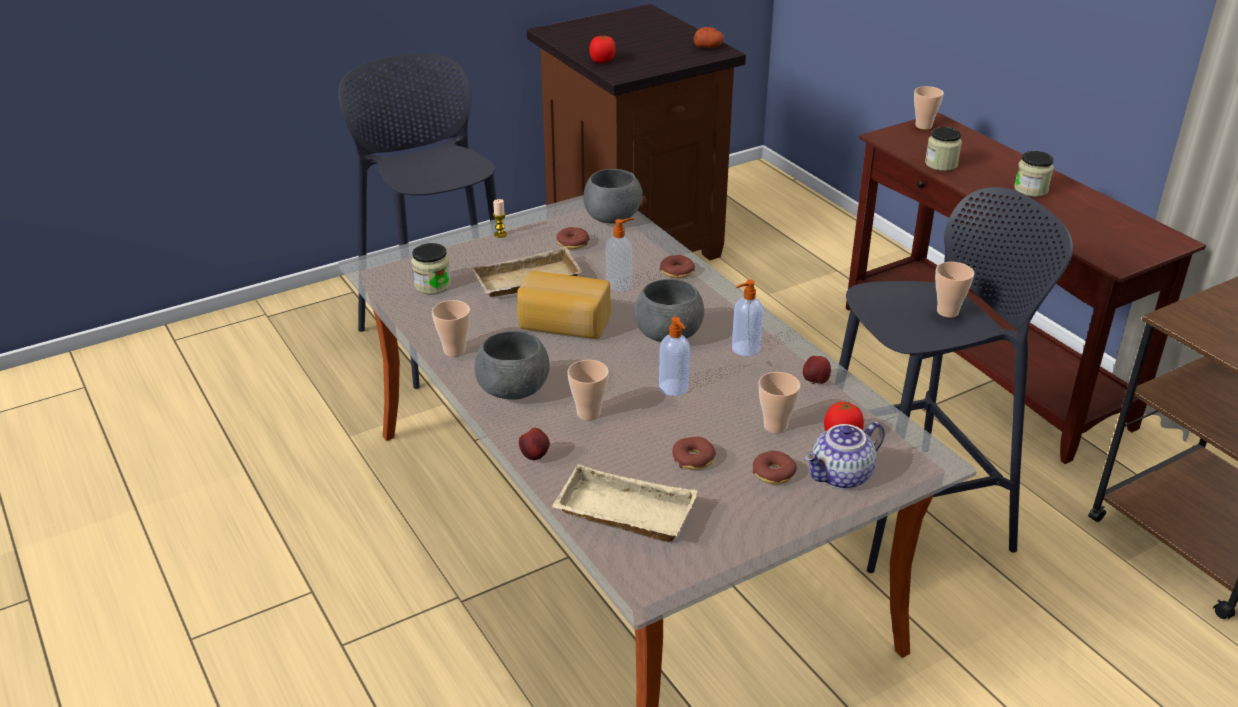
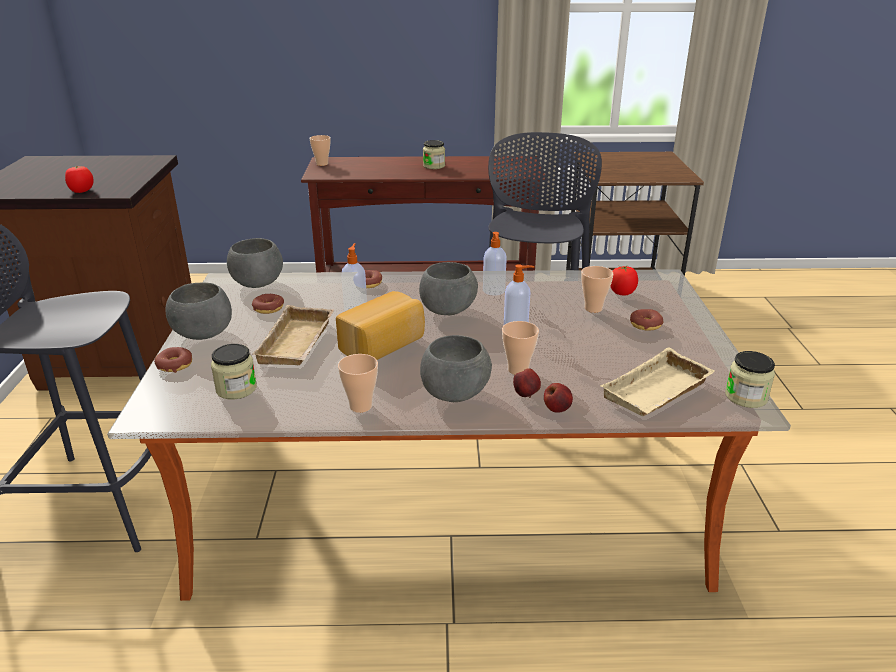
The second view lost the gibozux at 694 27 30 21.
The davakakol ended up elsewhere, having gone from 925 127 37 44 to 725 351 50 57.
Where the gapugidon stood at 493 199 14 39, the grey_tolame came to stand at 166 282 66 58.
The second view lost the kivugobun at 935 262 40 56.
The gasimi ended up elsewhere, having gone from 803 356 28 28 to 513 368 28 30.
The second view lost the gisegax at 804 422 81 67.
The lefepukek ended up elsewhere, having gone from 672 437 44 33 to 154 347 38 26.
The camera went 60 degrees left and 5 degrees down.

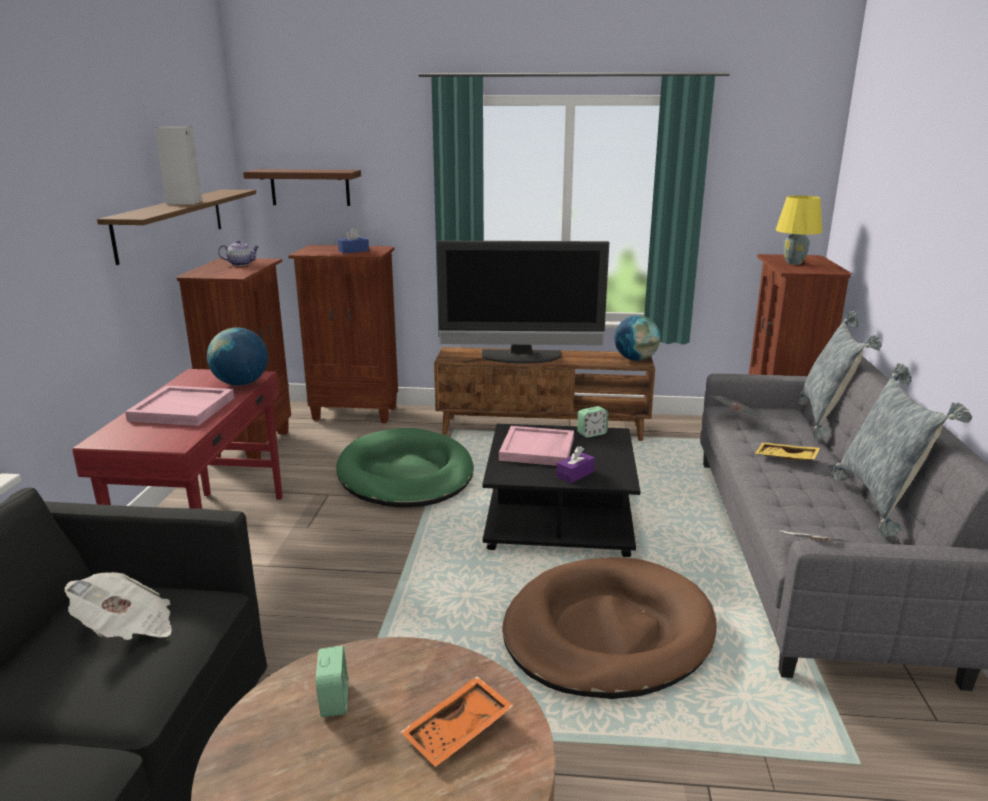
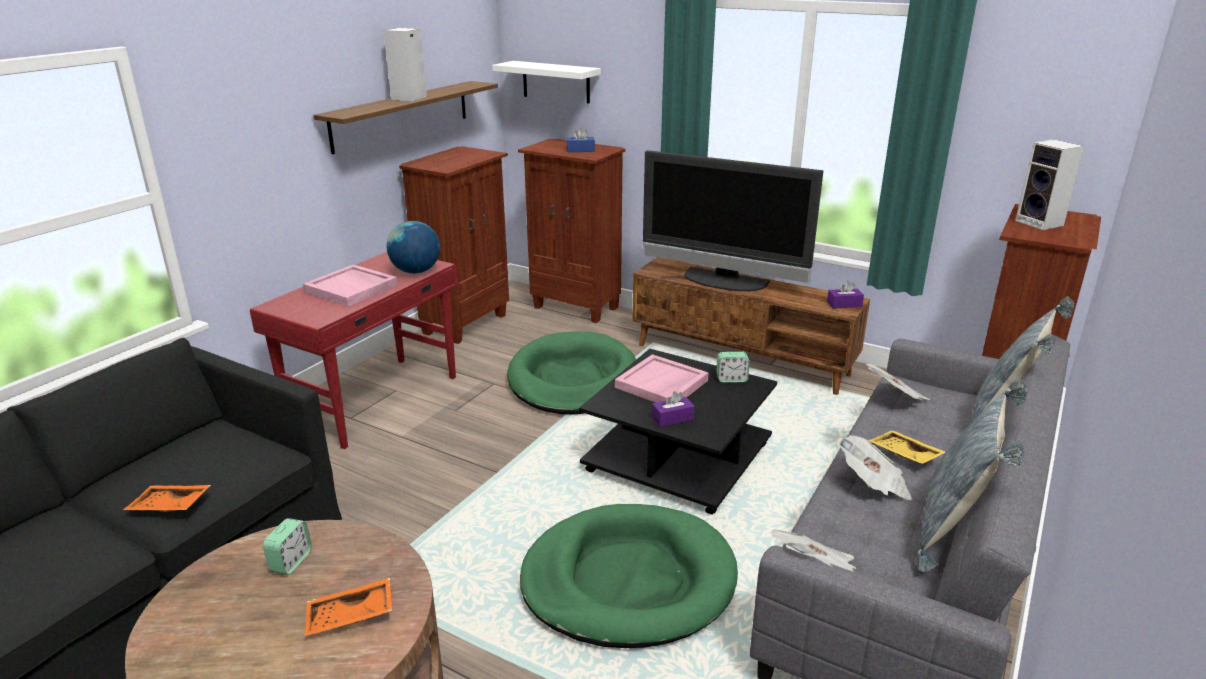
What was the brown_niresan at 243 169 118 37 turned into the white_niresan at 492 61 109 43.
Where the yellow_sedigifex stood at 776 195 46 70, the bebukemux came to stand at 1015 139 69 91.
The second view lost the gisegax at 218 240 42 26.
Where the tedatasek stood at 614 315 46 46, the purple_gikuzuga came to stand at 827 281 37 28.
What was the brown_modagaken at 502 557 215 142 turned into the green_modagaken at 520 504 218 144.
The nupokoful ended up elsewhere, having gone from 65 572 107 68 to 838 435 74 65.
The second view gained the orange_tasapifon at 123 485 88 27.
The camera went 25 degrees right and 5 degrees up.

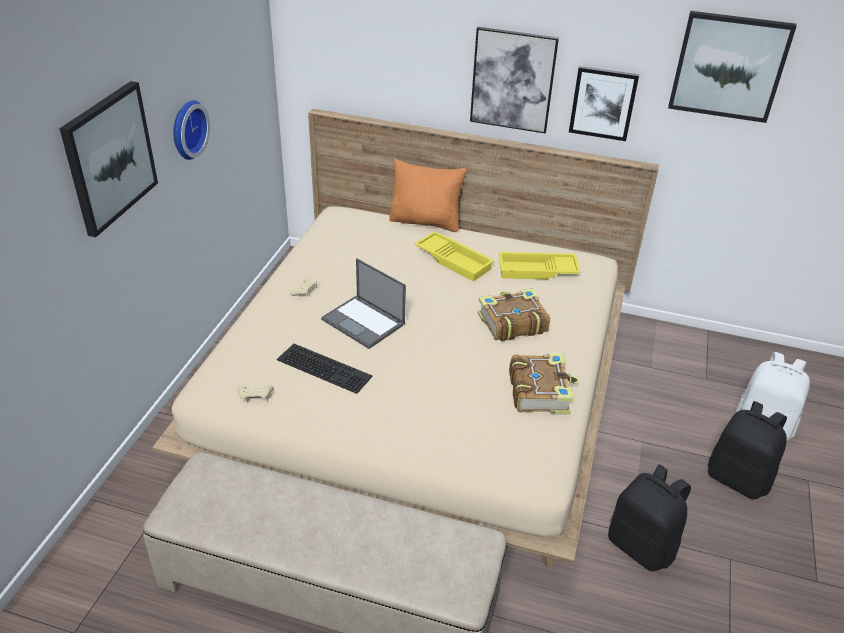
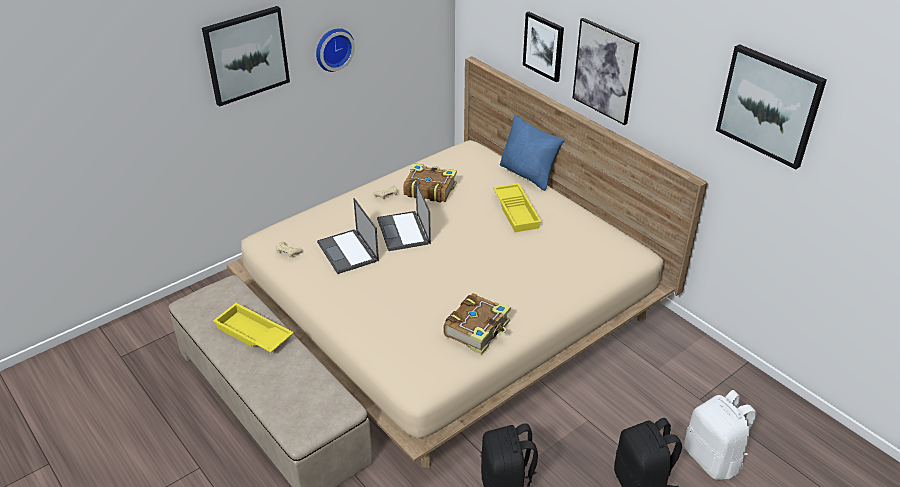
The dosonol ended up elsewhere, having gone from 569 66 70 75 to 523 12 41 70.
What was the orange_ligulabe at 389 159 78 73 turned into the blue_ligulabe at 500 115 64 76.
The yellow_tasapifon ended up elsewhere, having gone from 499 252 81 27 to 213 303 81 50.
The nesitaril ended up elsewhere, having gone from 478 288 72 53 to 403 163 54 40.
Where the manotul stood at 277 344 96 50, the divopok came to stand at 317 198 62 76.
The camera went 35 degrees right and 0 degrees up.

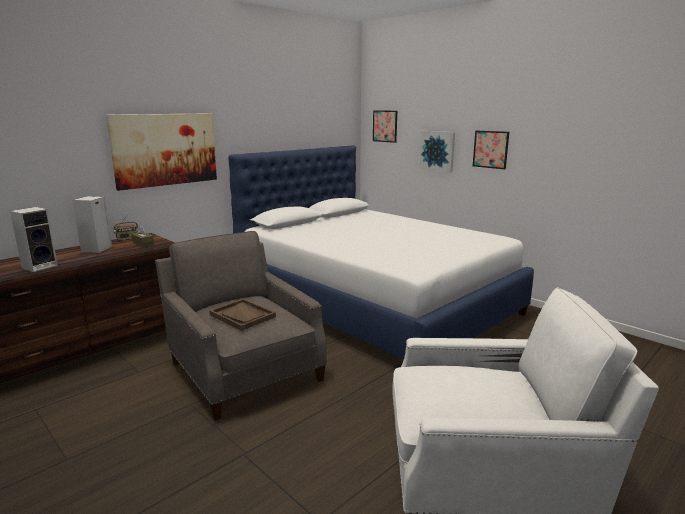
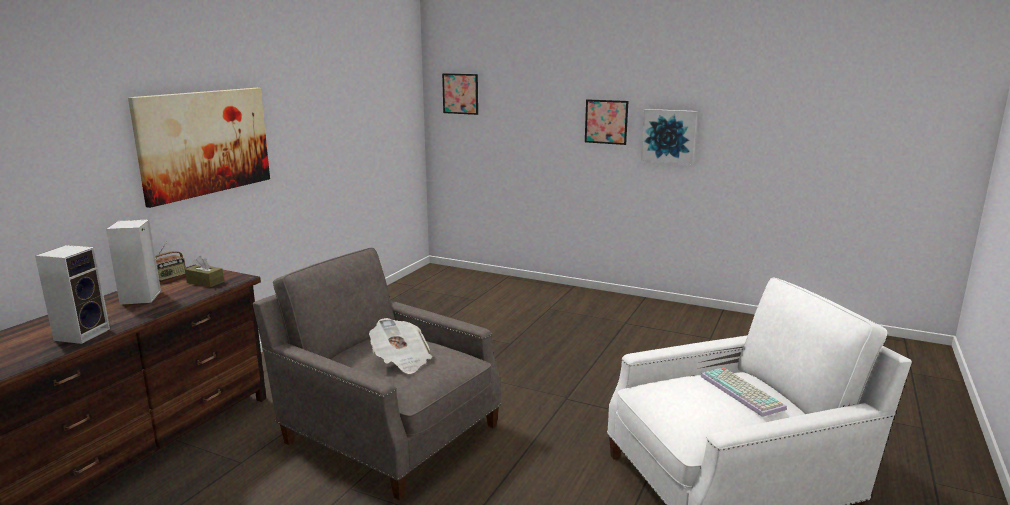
The dosonol ended up elsewhere, having gone from 419 131 36 41 to 641 109 56 55.
The second view lost the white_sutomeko at 228 145 306 214.
Where the brown_tasapifon stood at 209 299 67 32, the nupokoful came to stand at 369 318 63 56.
The second view gained the manotul at 700 367 87 50.
The camera went 20 degrees left and 0 degrees up.

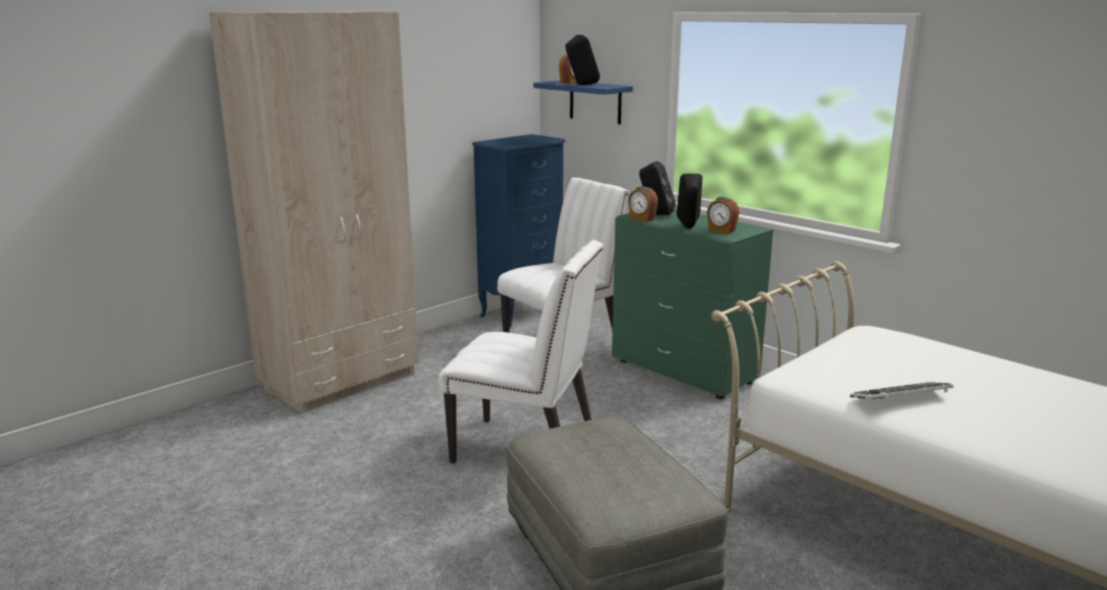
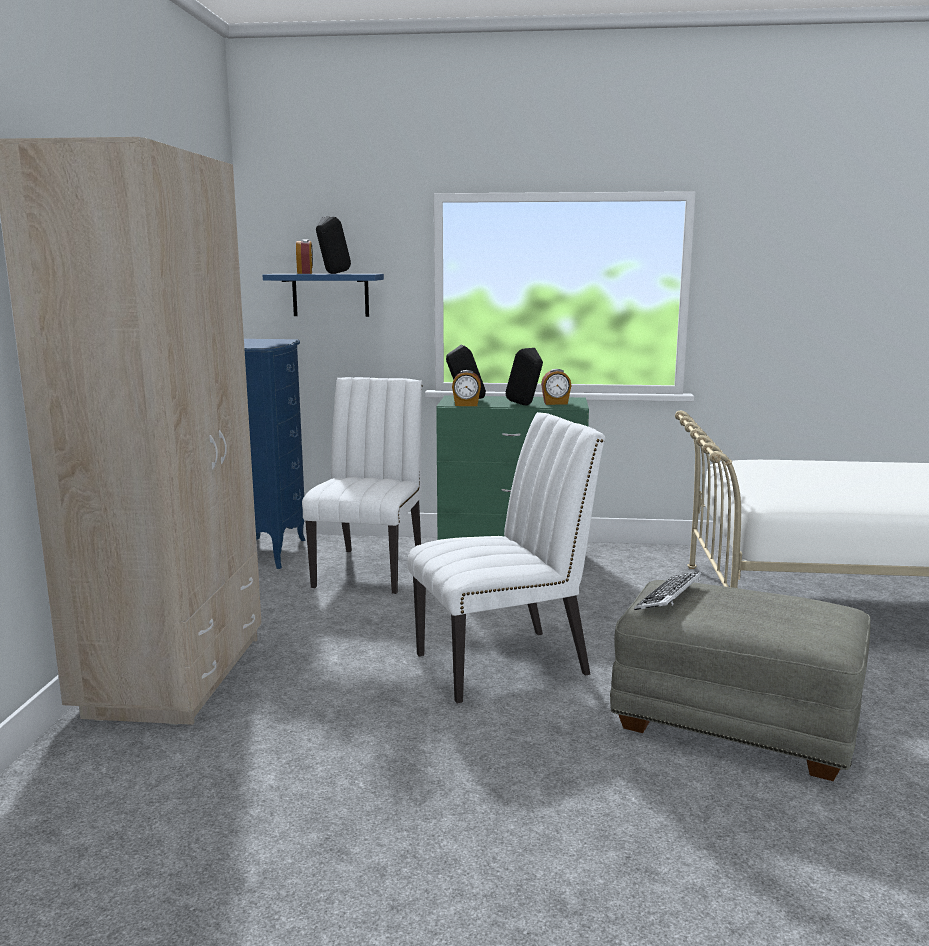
The manotul ended up elsewhere, having gone from 850 382 103 20 to 634 571 68 39.
The camera went 40 degrees left and 5 degrees down.

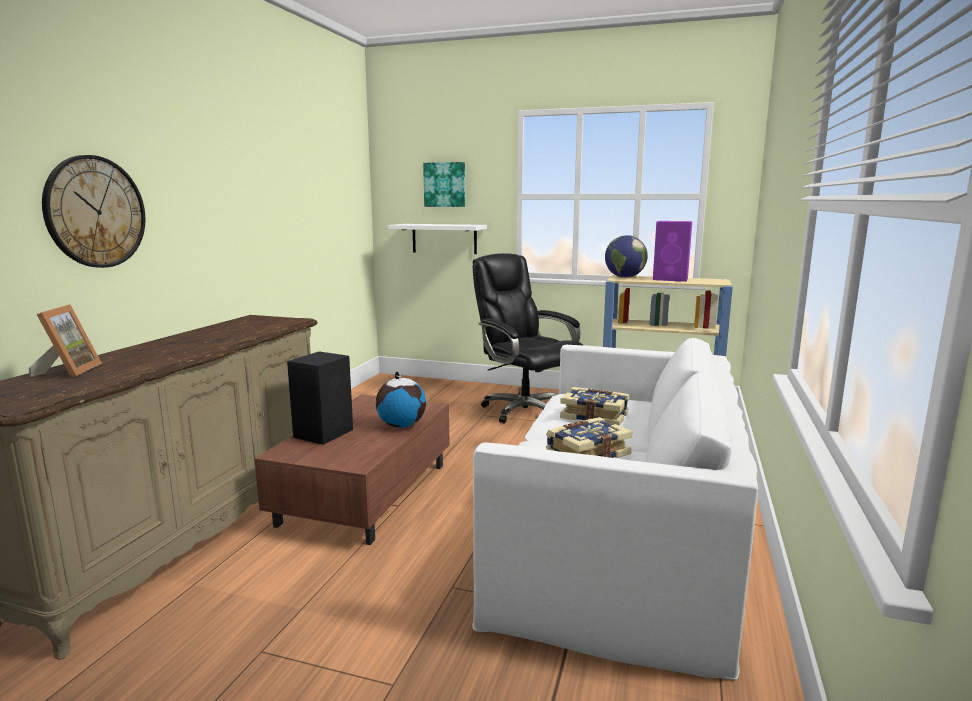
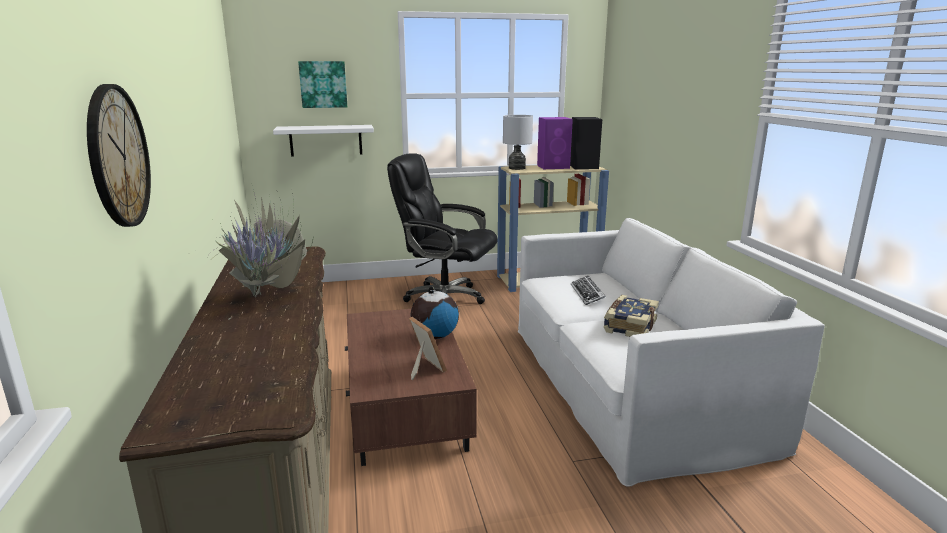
Where the tedatasek stood at 605 235 43 43, the grey_sedigifex came to stand at 503 115 30 55.
The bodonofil ended up elsewhere, having gone from 29 304 73 74 to 409 317 38 63.
The black_bebukemux ended up elsewhere, having gone from 287 351 66 94 to 570 117 32 52.
Where the nesitaril stood at 560 387 69 39, the manotul came to stand at 571 276 35 29.
The second view gained the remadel at 213 185 100 136.
The camera went 30 degrees left and 5 degrees up.

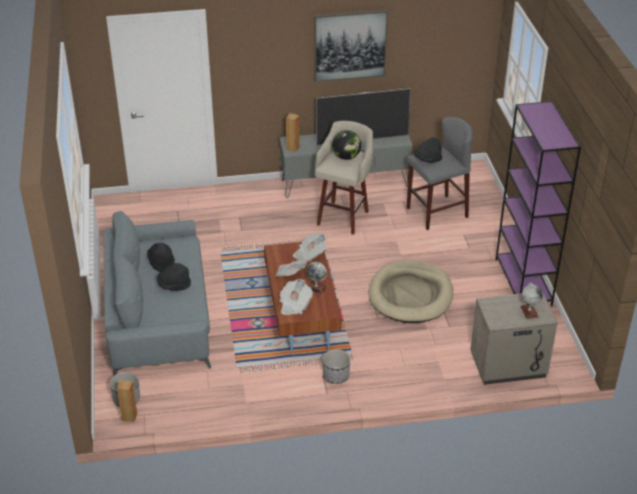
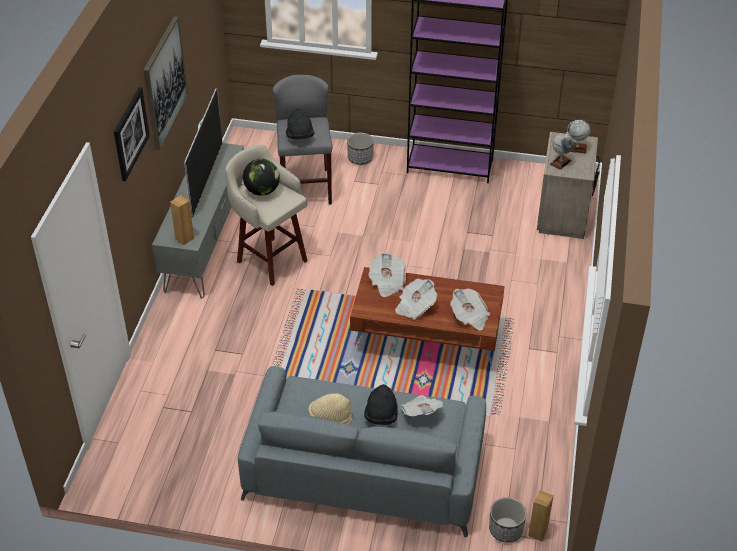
What was the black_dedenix at 147 243 28 29 turned into the beige_dedenix at 308 393 45 32.
The second view lost the beige_modagaken at 369 260 84 63.
The tedatasek ended up elsewhere, having gone from 306 262 21 32 to 550 132 24 38.
The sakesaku ended up elsewhere, having gone from 322 349 28 35 to 347 133 27 32.
The second view gained the dosonol at 114 87 36 94.
The second view gained the nupokoful at 401 395 42 21.
The camera went 70 degrees left and 5 degrees up.

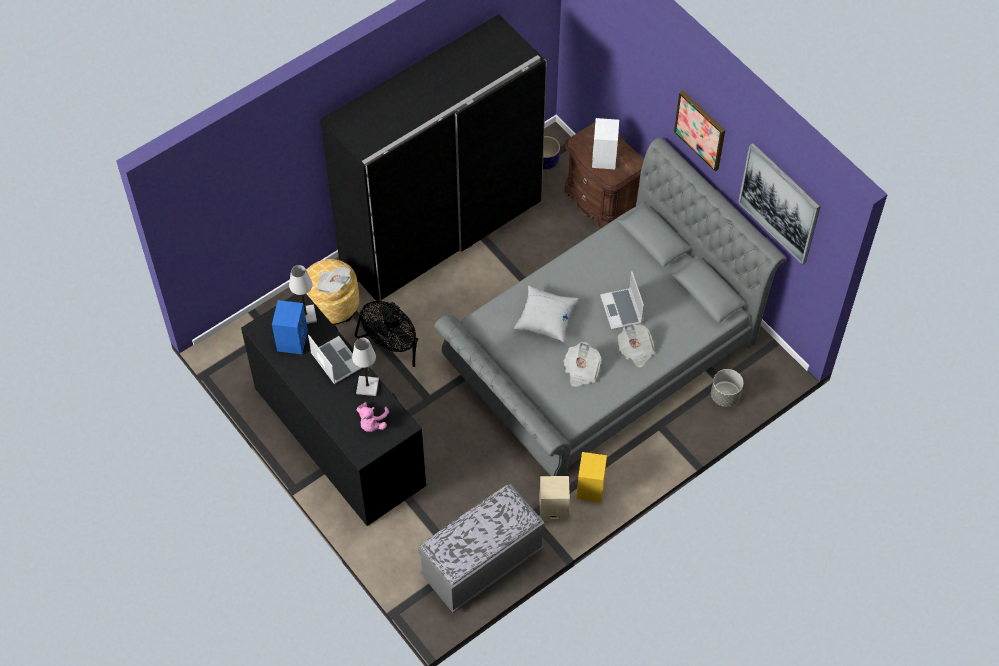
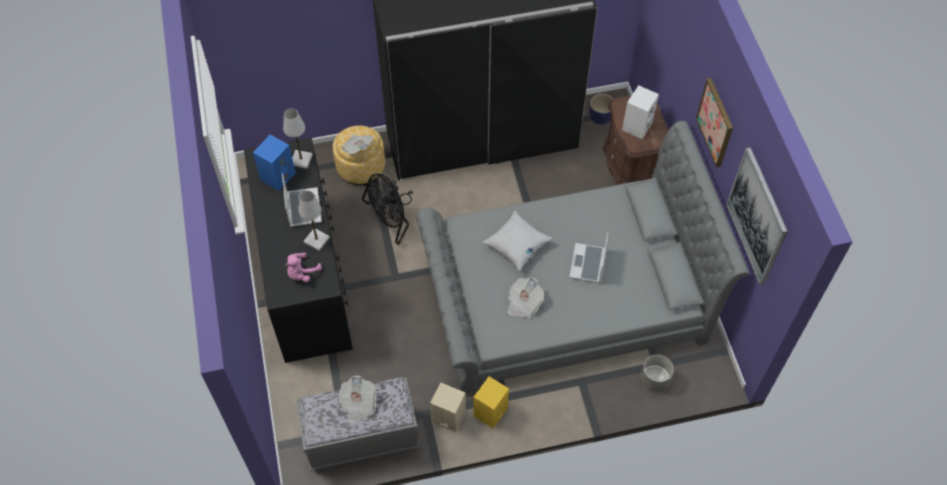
The nupokoful ended up elsewhere, having gone from 618 323 37 45 to 338 375 38 48.
The camera went 25 degrees right and 0 degrees up.

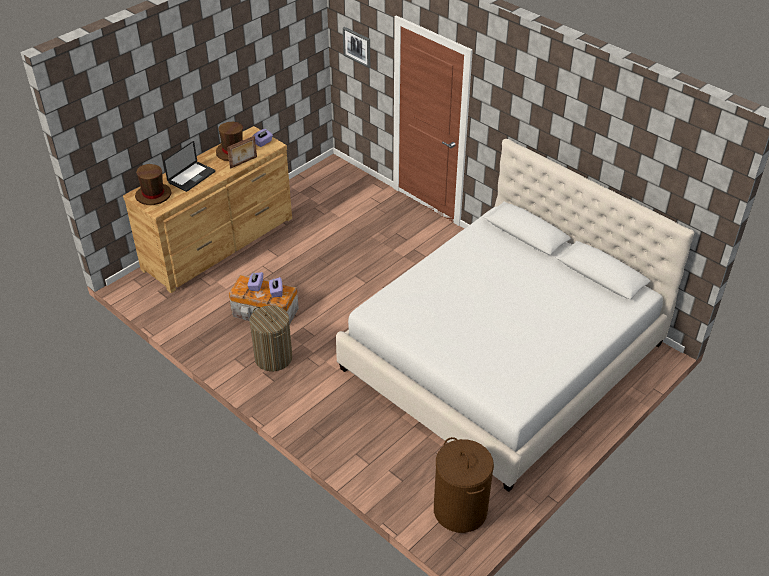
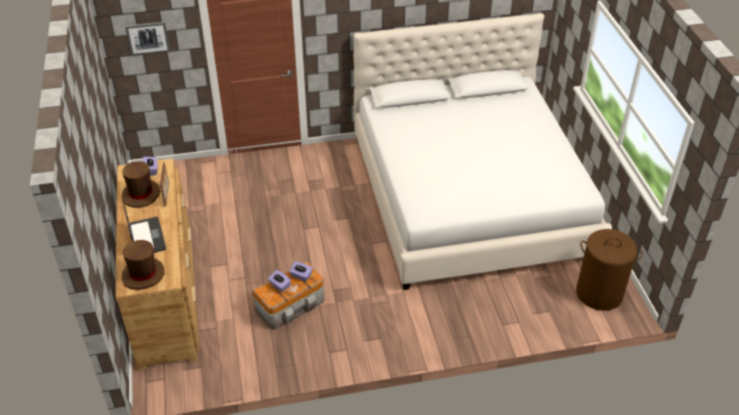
The second view lost the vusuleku at 249 306 43 65.
The camera went 55 degrees left and 0 degrees up.

